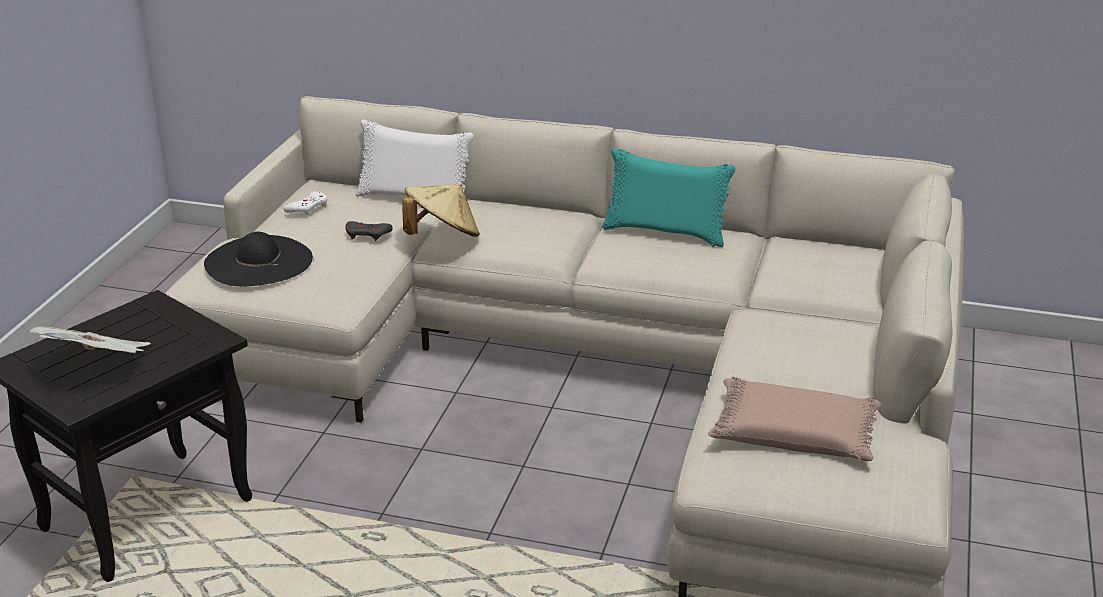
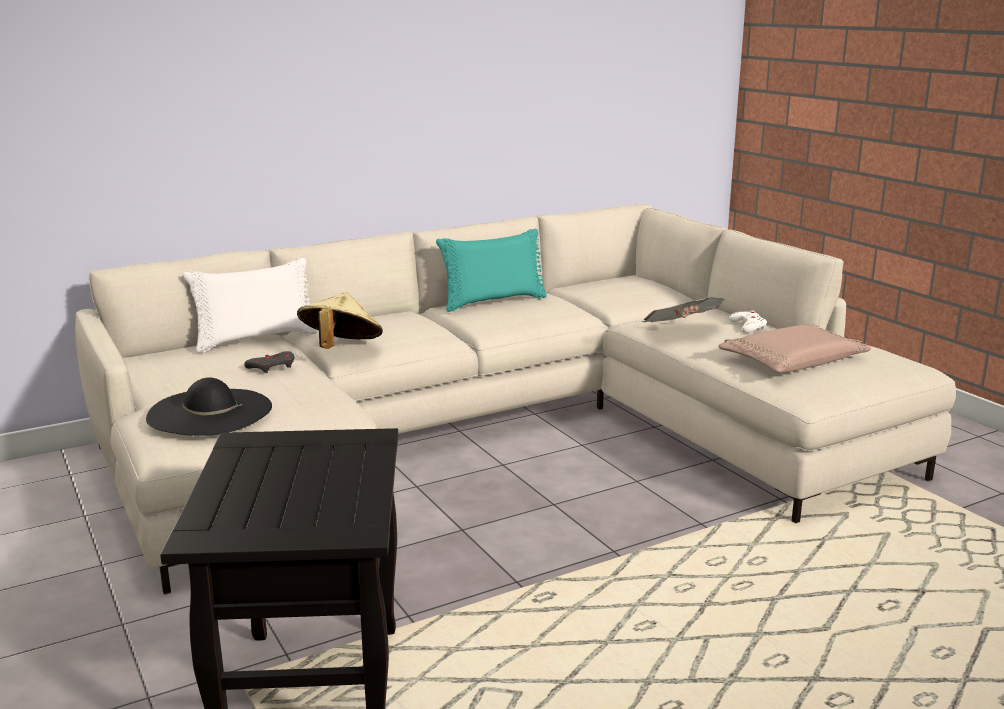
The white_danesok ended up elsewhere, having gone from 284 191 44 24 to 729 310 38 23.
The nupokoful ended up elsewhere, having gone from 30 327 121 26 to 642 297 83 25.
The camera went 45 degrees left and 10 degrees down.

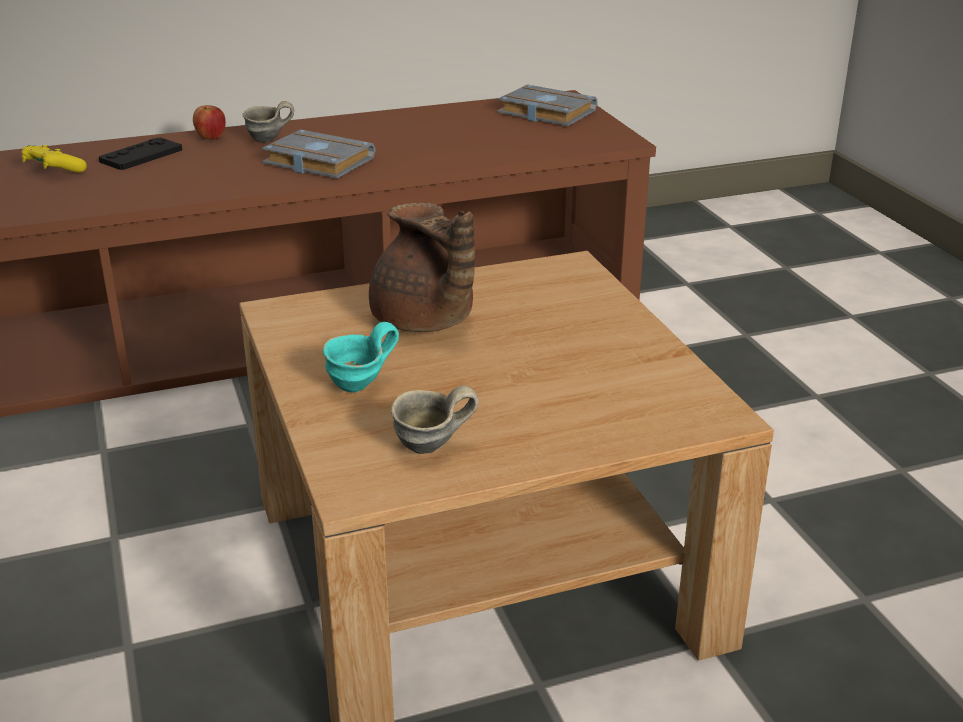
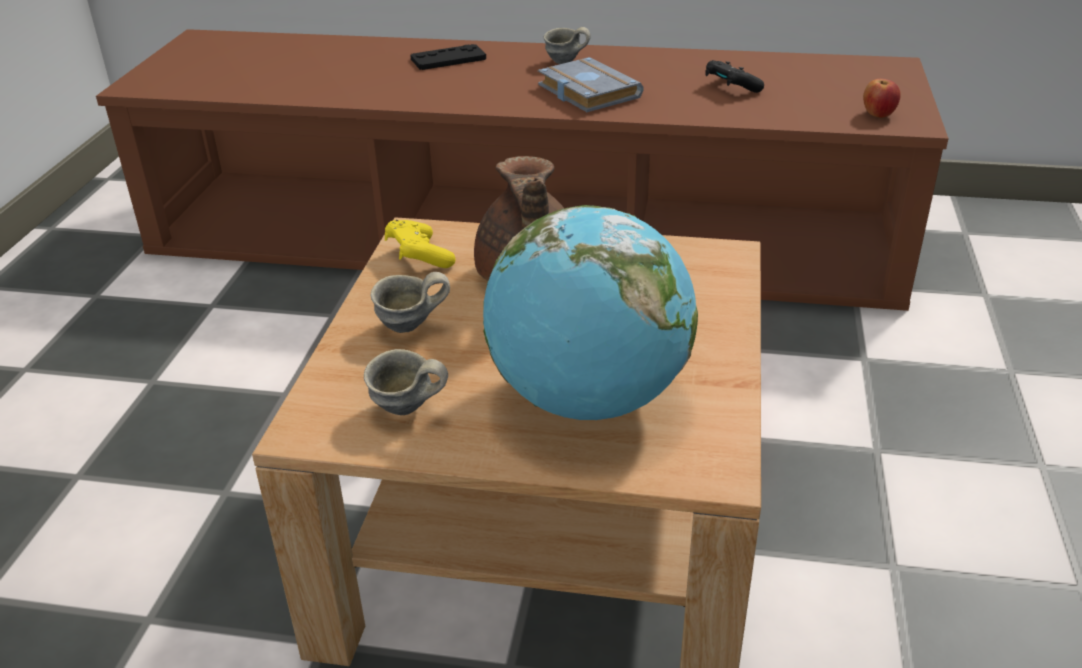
The second view lost the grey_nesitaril at 498 84 100 42.
The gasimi ended up elsewhere, having gone from 193 105 33 35 to 863 79 38 39.
The yellow_danesok ended up elsewhere, having gone from 21 145 66 28 to 385 220 71 48.
What was the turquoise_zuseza at 323 322 76 70 turned into the grey_zuseza at 371 272 79 61.
The second view gained the black_danesok at 705 60 59 33.
The second view gained the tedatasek at 483 205 215 215.
The camera went 30 degrees right and 5 degrees up.

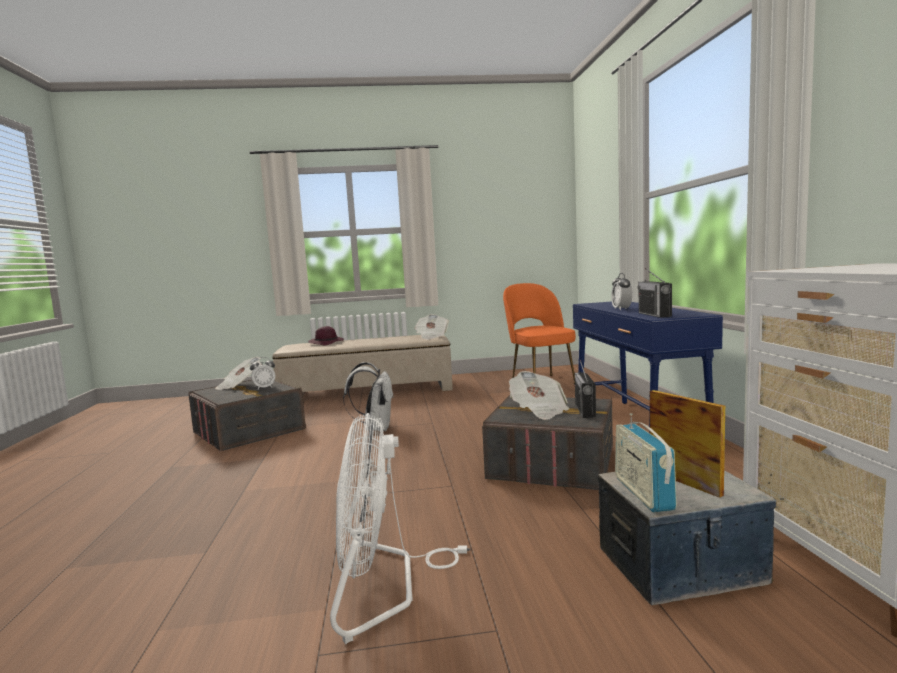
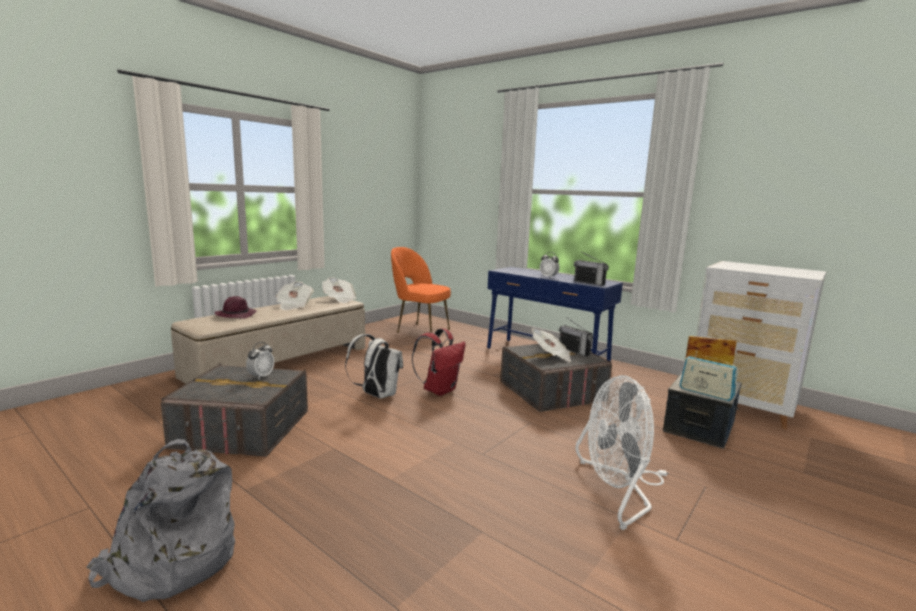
The nupokoful ended up elsewhere, having gone from 215 357 46 33 to 276 282 38 28.
The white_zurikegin at 330 413 140 231 ended up facing another way, 45 degrees clockwise from before.
The second view gained the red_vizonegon at 412 328 54 68.
The second view gained the grey_vizonegon at 87 439 148 163.
The camera went 45 degrees left and 5 degrees up.

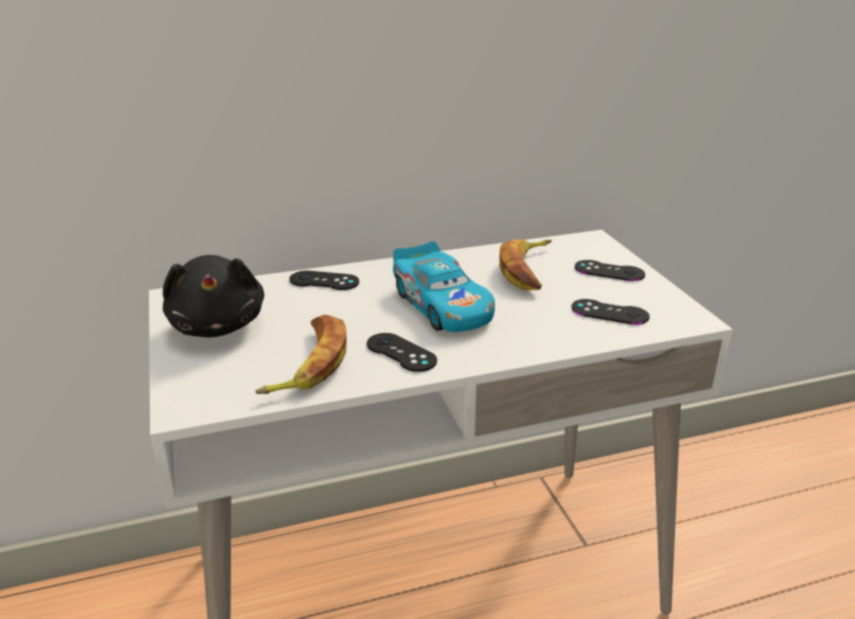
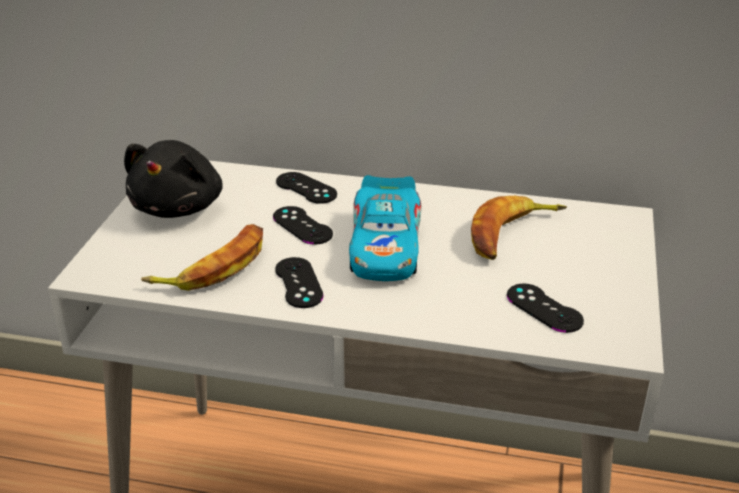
The black_danesok ended up elsewhere, having gone from 575 260 70 21 to 273 206 60 38.
The camera went 30 degrees right and 5 degrees up.

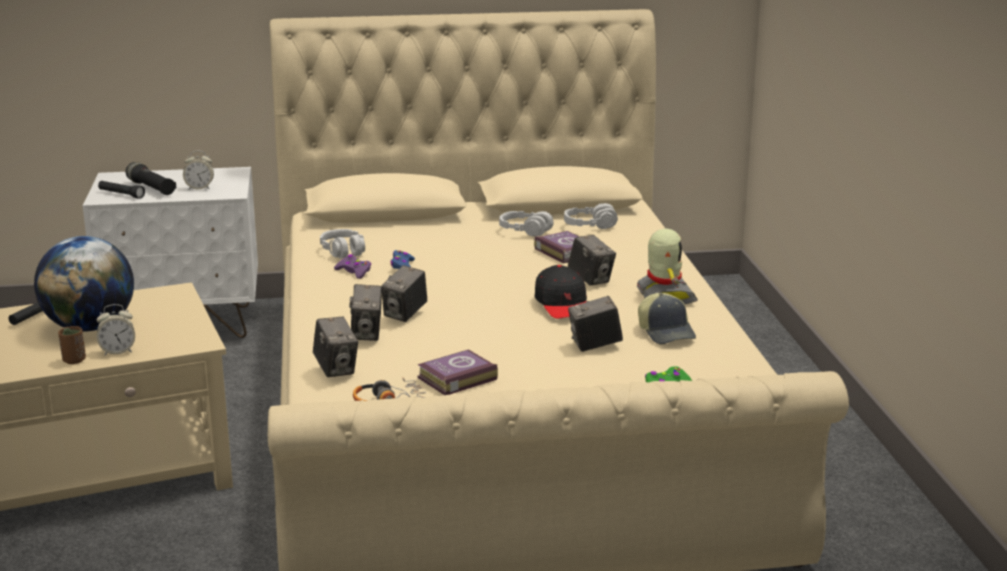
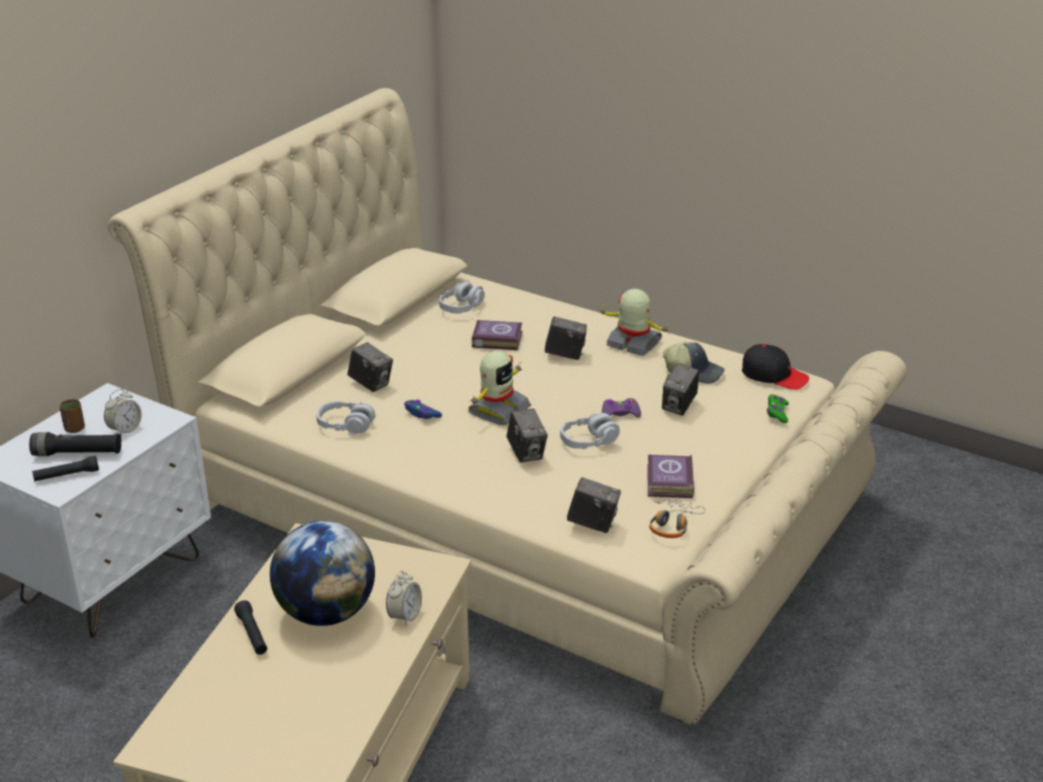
The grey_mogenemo ended up elsewhere, having gone from 499 211 55 25 to 560 413 60 36.
The purple_danesok ended up elsewhere, having gone from 334 254 37 25 to 602 398 39 20.
The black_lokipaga ended up elsewhere, having gone from 535 265 52 54 to 742 344 67 46.
The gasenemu ended up elsewhere, having gone from 349 284 33 57 to 347 342 46 50.
The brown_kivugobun ended up elsewhere, having gone from 58 326 28 38 to 59 399 26 34.
The second view gained the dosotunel at 468 351 63 74.
The camera went 50 degrees left and 10 degrees up.

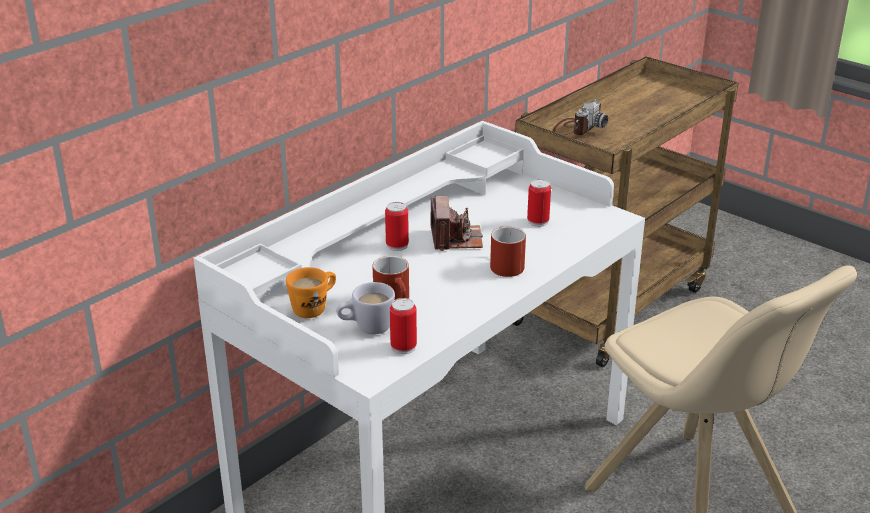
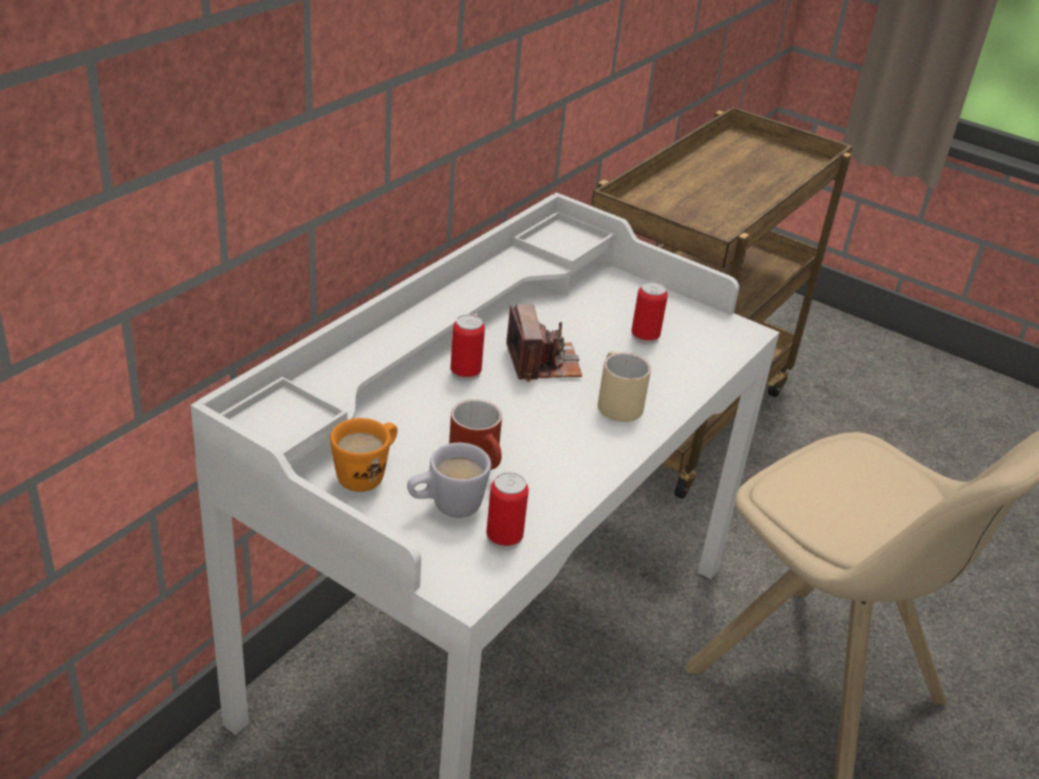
The second view lost the gasenemu at 553 100 55 35.
What was the red_zuseza at 490 227 36 50 turned into the beige_zuseza at 598 351 53 71.
The camera went 10 degrees left and 5 degrees up.

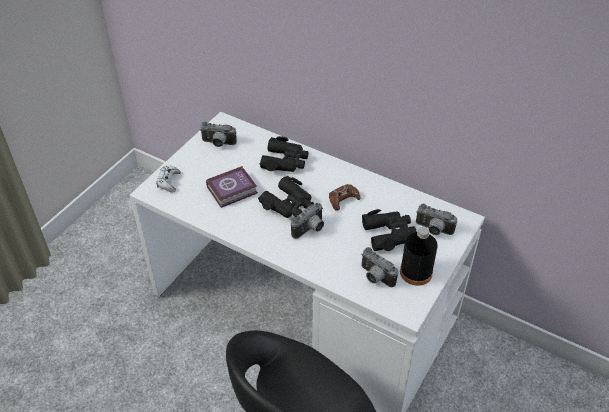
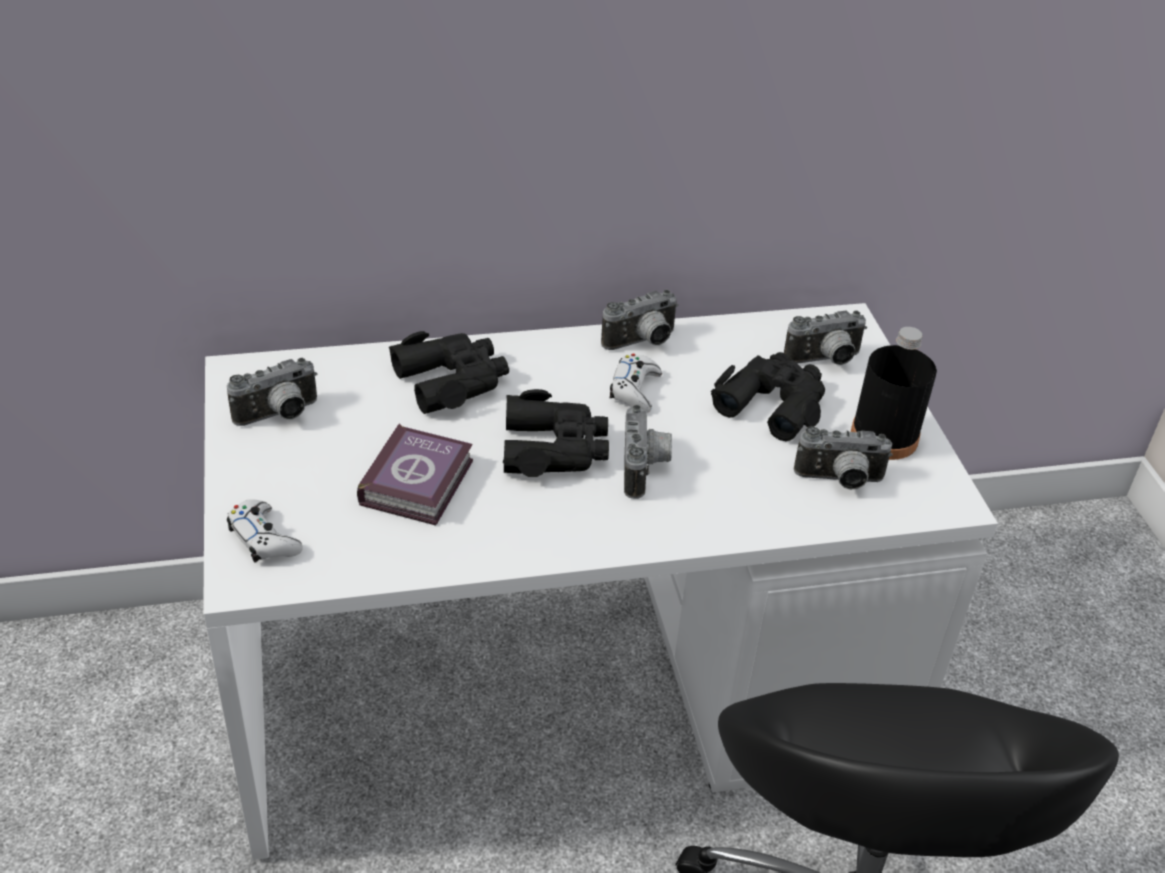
What was the brown_danesok at 329 184 32 27 turned into the white_danesok at 610 354 52 59.
The second view gained the gasenemu at 601 290 78 60.
The camera went 45 degrees left and 5 degrees down.

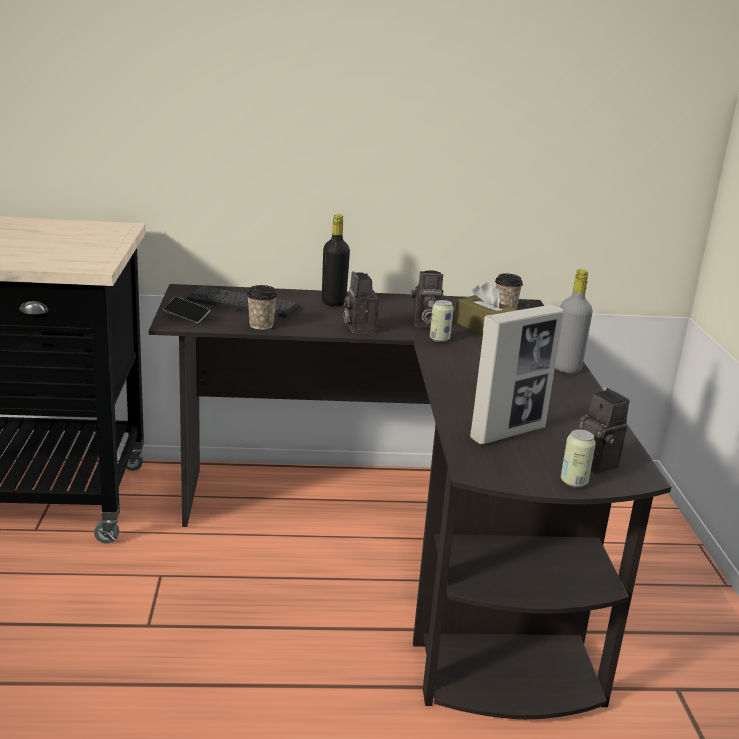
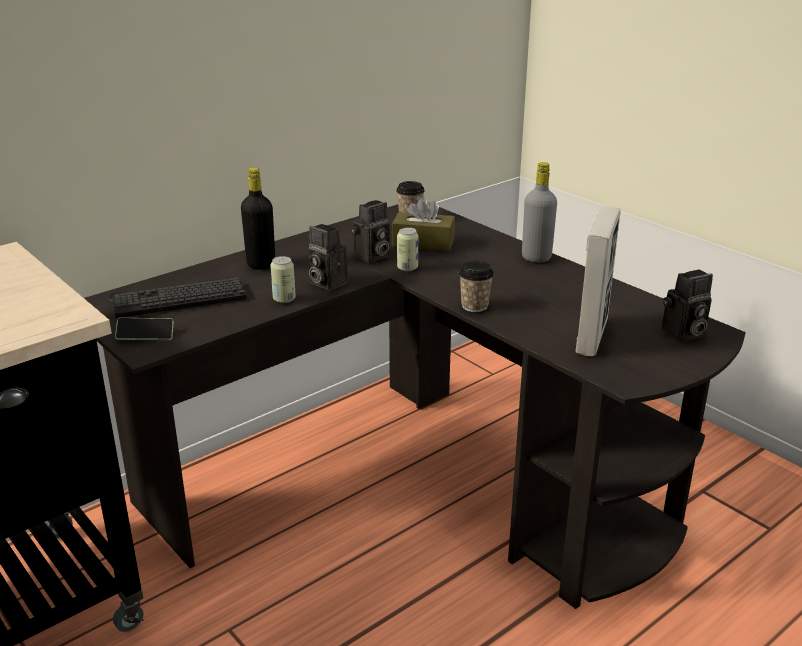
The kivugobun ended up elsewhere, having gone from 247 285 30 45 to 459 261 35 51.
The gasenemu at 577 388 52 86 ended up facing another way, 135 degrees clockwise from before.
The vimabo ended up elsewhere, having gone from 561 429 35 58 to 270 256 26 47.
The camera went 35 degrees left and 5 degrees up.

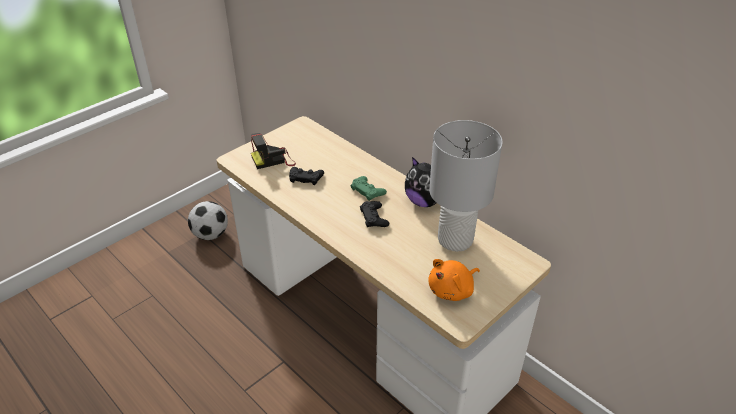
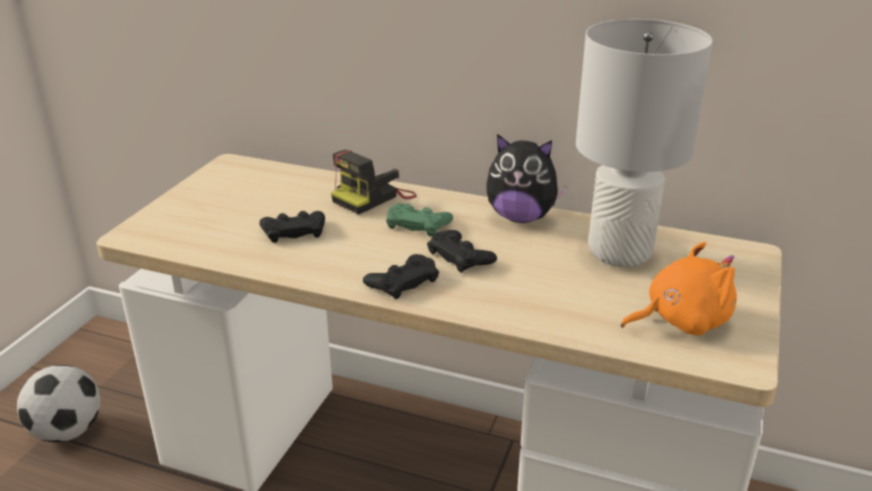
The gasenemu ended up elsewhere, having gone from 251 133 45 36 to 331 150 86 64.
The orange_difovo at 428 259 52 42 ended up facing another way, 135 degrees counterclockwise from before.
The second view gained the black_danesok at 363 254 76 45.
The camera went 25 degrees left and 10 degrees down.

